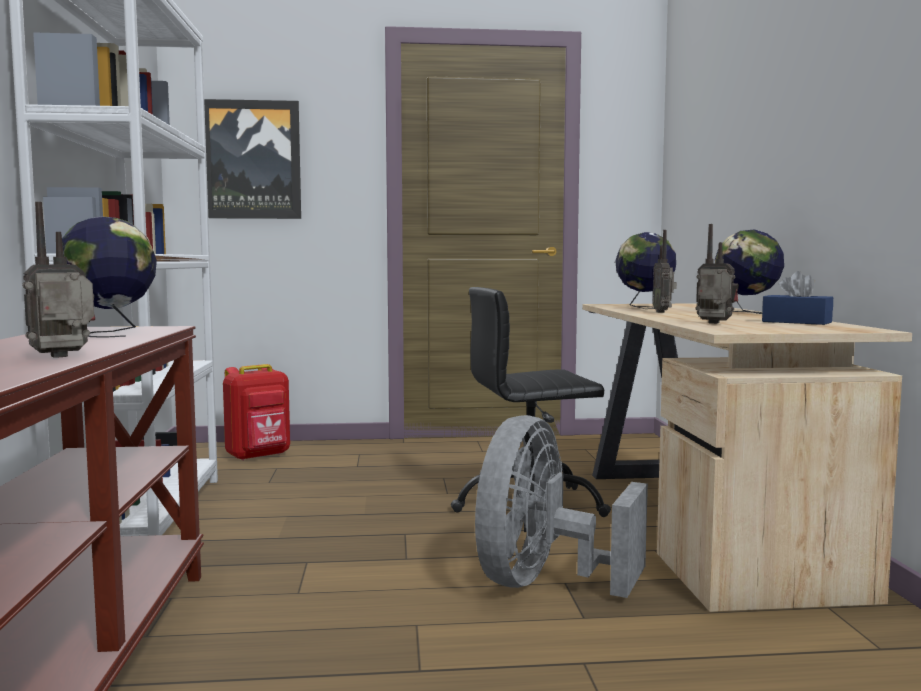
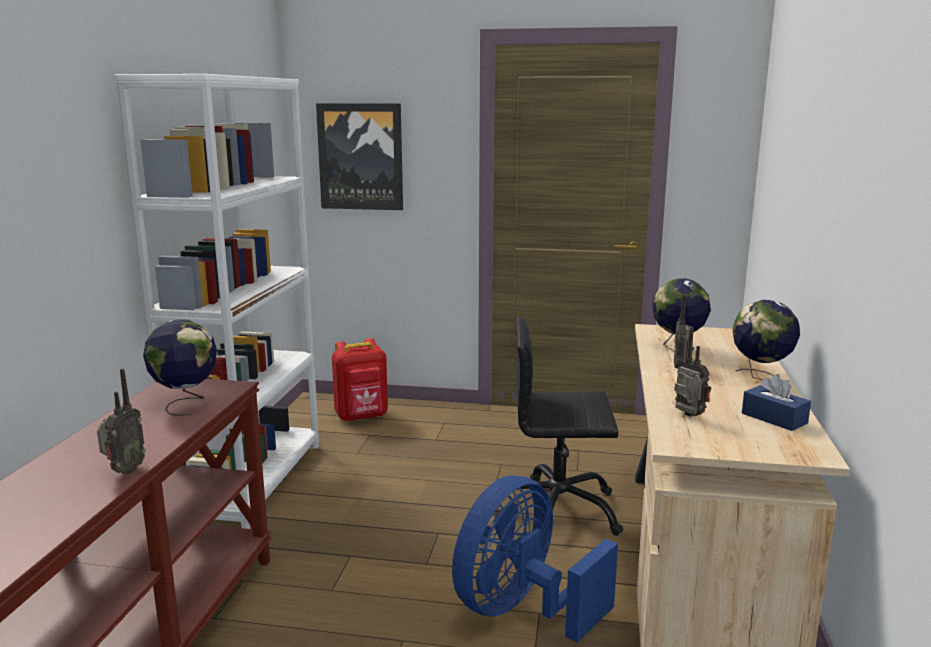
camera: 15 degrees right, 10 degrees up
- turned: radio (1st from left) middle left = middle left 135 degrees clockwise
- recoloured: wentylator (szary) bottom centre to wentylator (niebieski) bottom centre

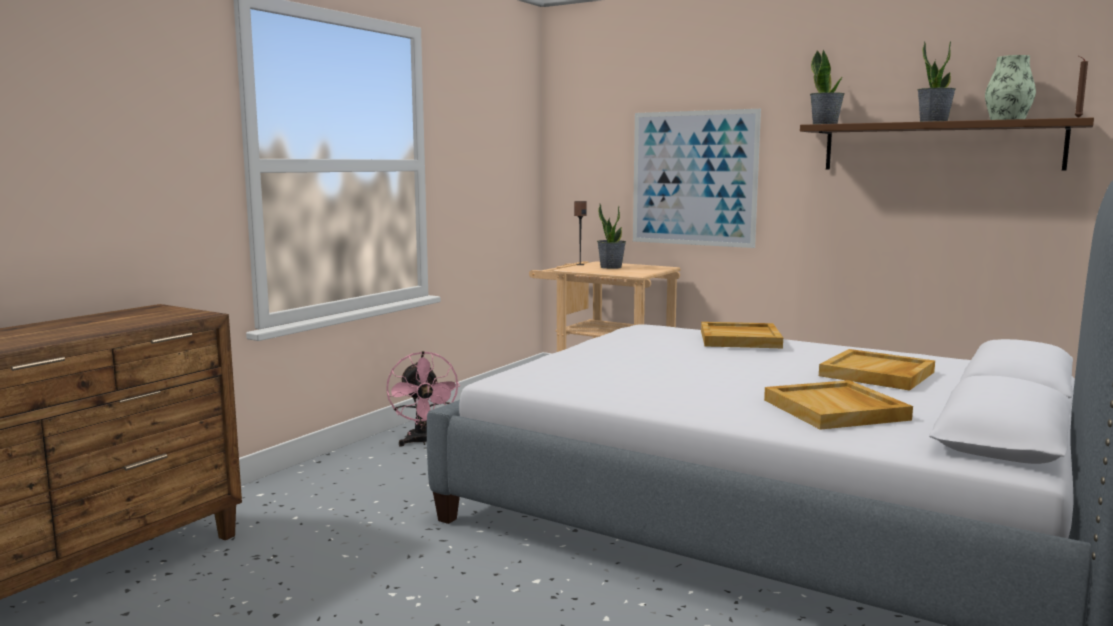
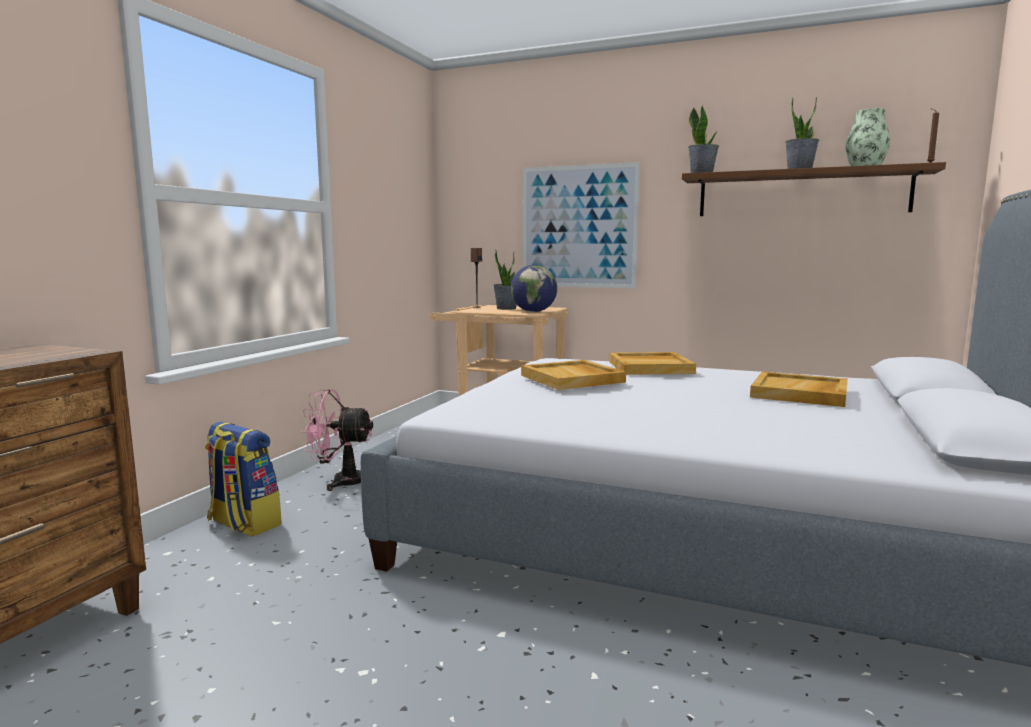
camera: 10 degrees left, 0 degrees up
- turned: wentylator (różowy) centre = middle left 120 degrees clockwise
- moved: taca (beżowy) (2nd from left in the first image) middle right to taca (beżowy) (1st from left) centre
- added: globus centre
- added: plecak middle left

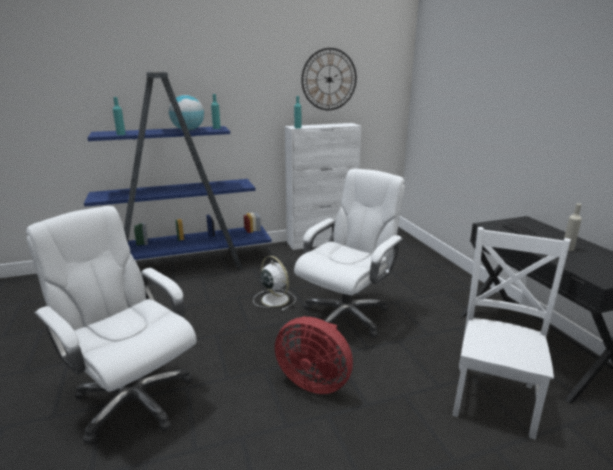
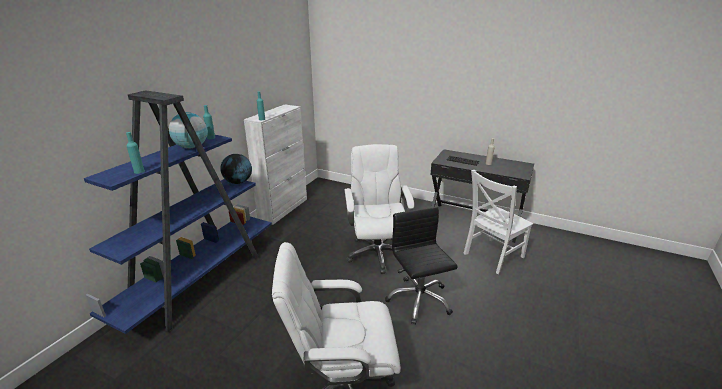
camera: 45 degrees left, 5 degrees up
- removed: zegar ścienny top centre
- turned: krzesło (biały) bottom right = middle right 105 degrees counterclockwise
- removed: wentylator (biały) centre
- replaced: wentylator (czerwony) bottom centre to krzesło biurowe (czarny) bottom centre
- added: globus (2nd from left) middle left

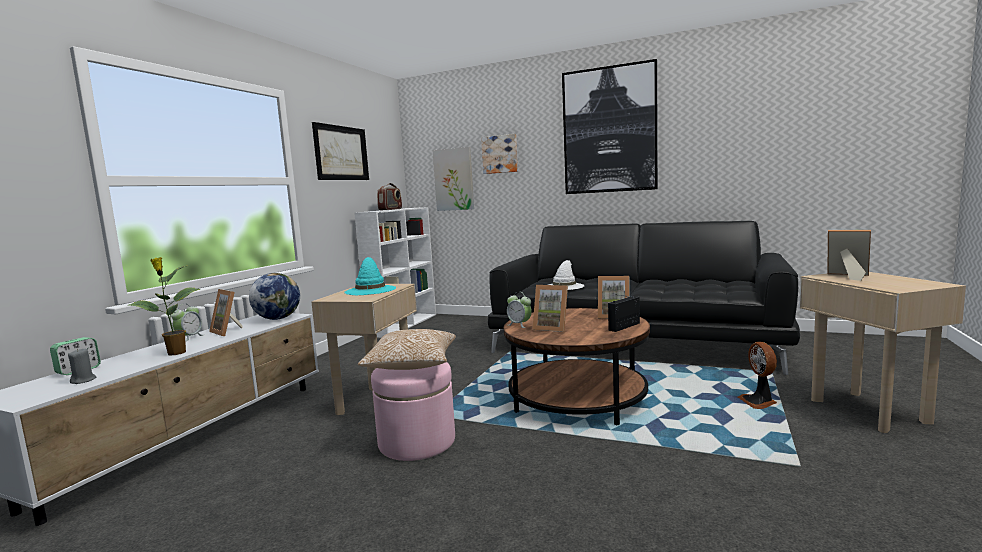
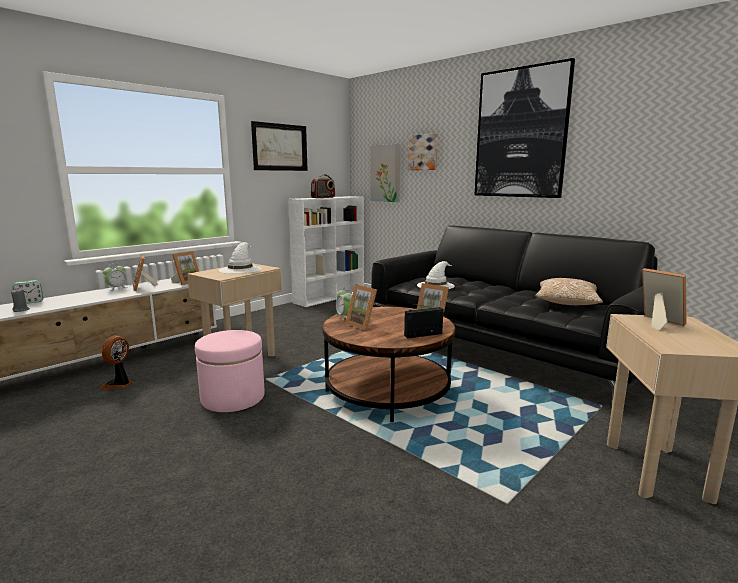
camera: 20 degrees right, 5 degrees up
- removed: roślina doniczkowa middle left
- recoloured: kapelusz (turkusowy) centre to kapelusz (biały) (1st from left) middle left
- replaced: globus middle left to ramka na zdjęcie (2nd from left) middle left
- moved: poduszka centre to middle right
- moved: wentylator bottom right to middle left

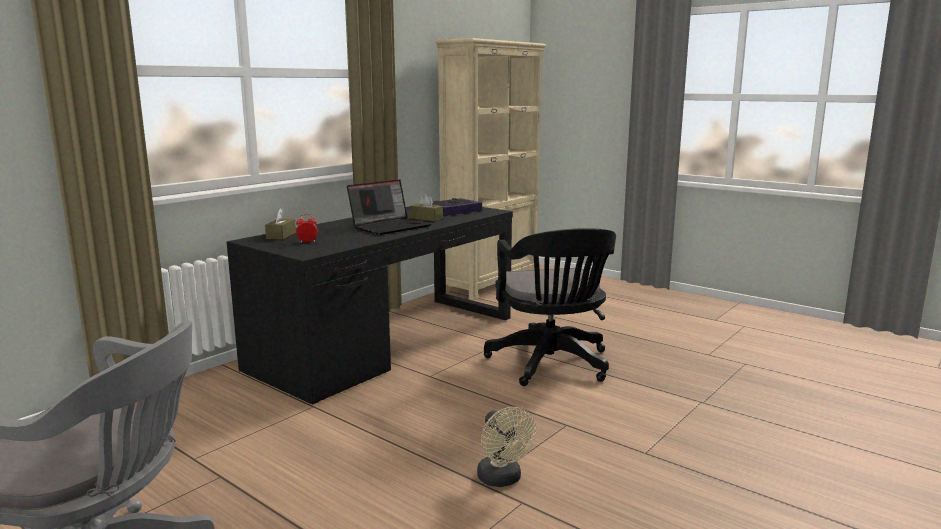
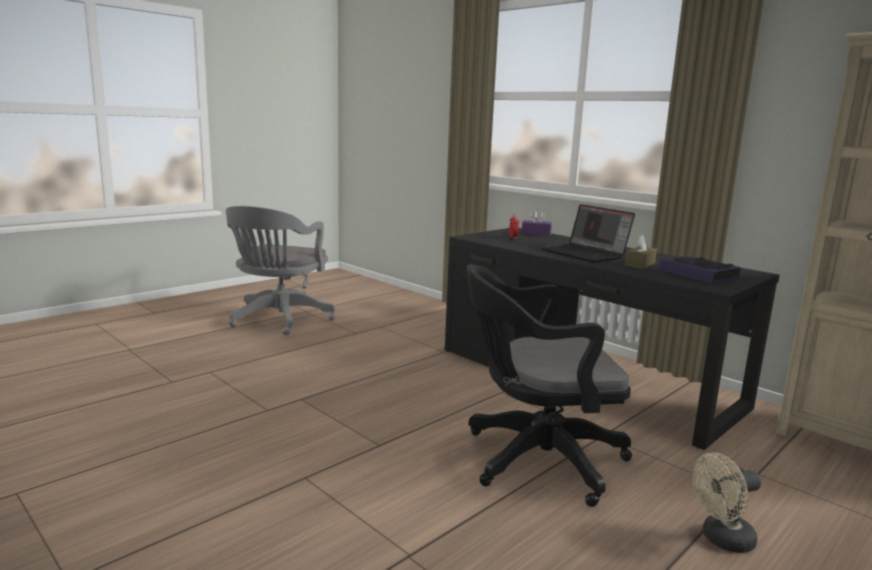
camera: 95 degrees right, 0 degrees up
- recoloured: pudełko chusteczek (brązowy) (1st from left) middle left to pudełko chusteczek (fioletowy) centre
- moved: wentylator (beżowy) bottom centre to bottom right

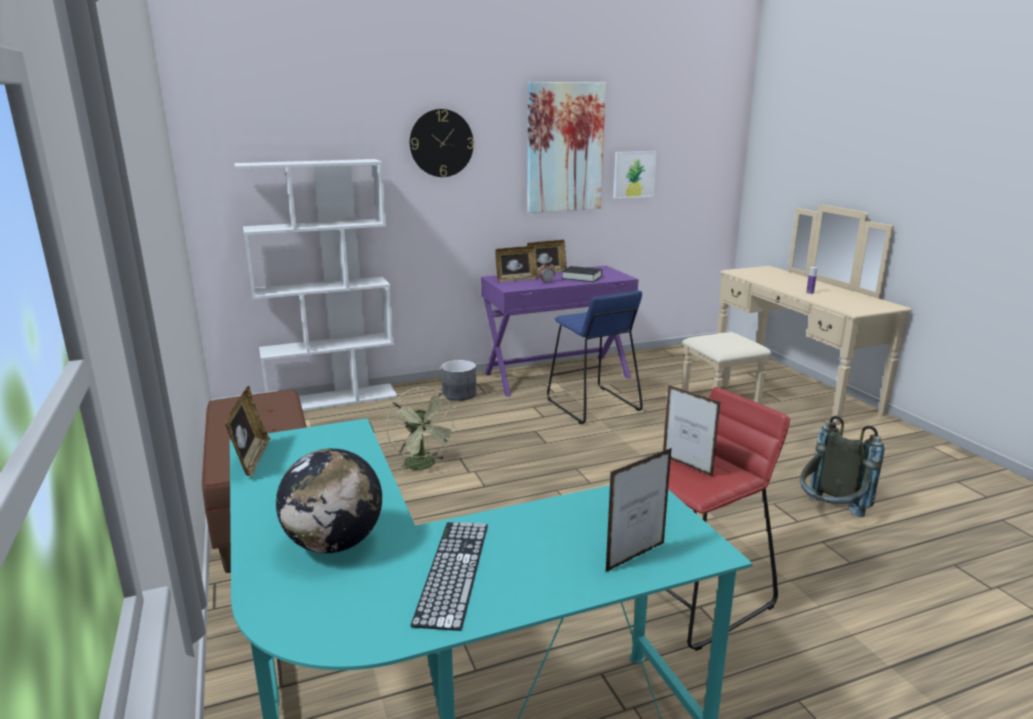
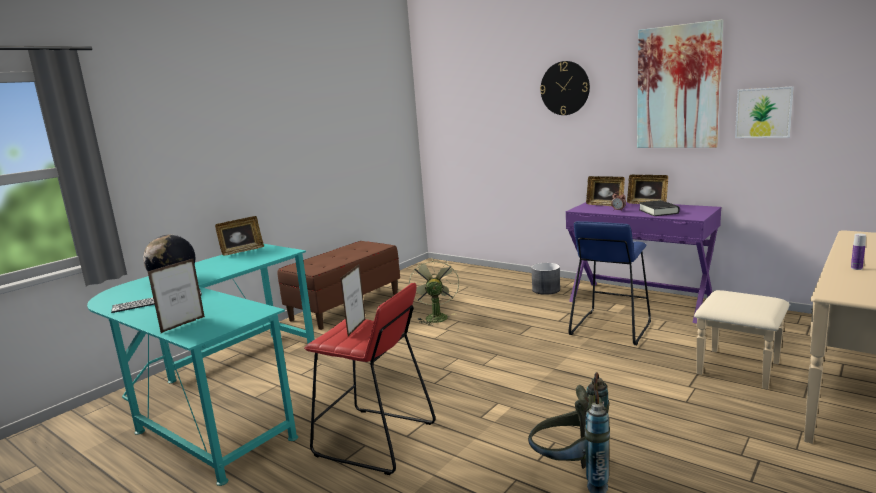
camera: 60 degrees right, 5 degrees down
- removed: regał (biały) middle left
- turned: wentylator (zielony) centre = centre 150 degrees clockwise
- turned: ramka na zdjęcie (4th from left in the first image) bottom centre = middle left 75 degrees counterclockwise

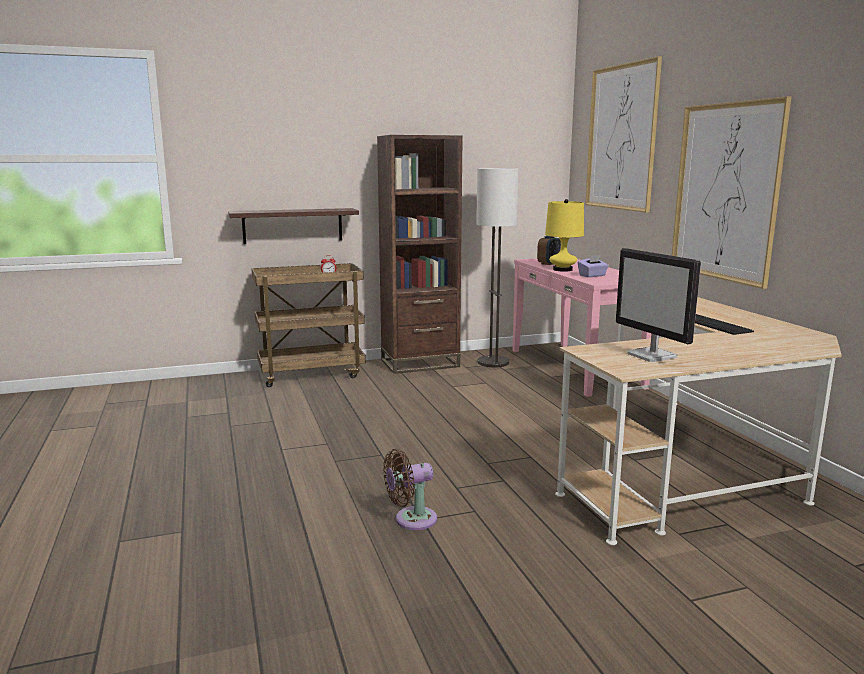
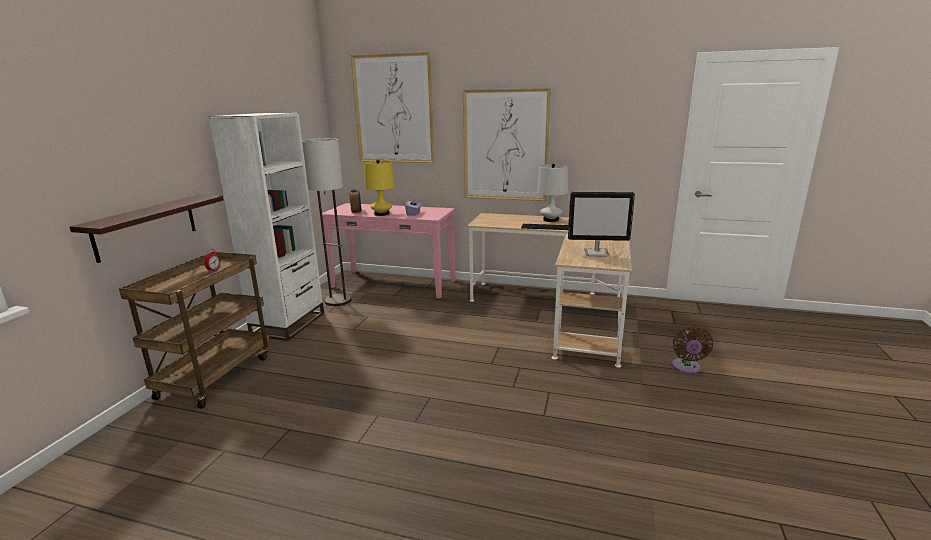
camera: 55 degrees left, 5 degrees up
- recoloured: regał (brązowy) centre to regał (biały) middle left
- moved: wentylator (brązowy) bottom centre to middle right
- added: lampa stołowa (biały) centre

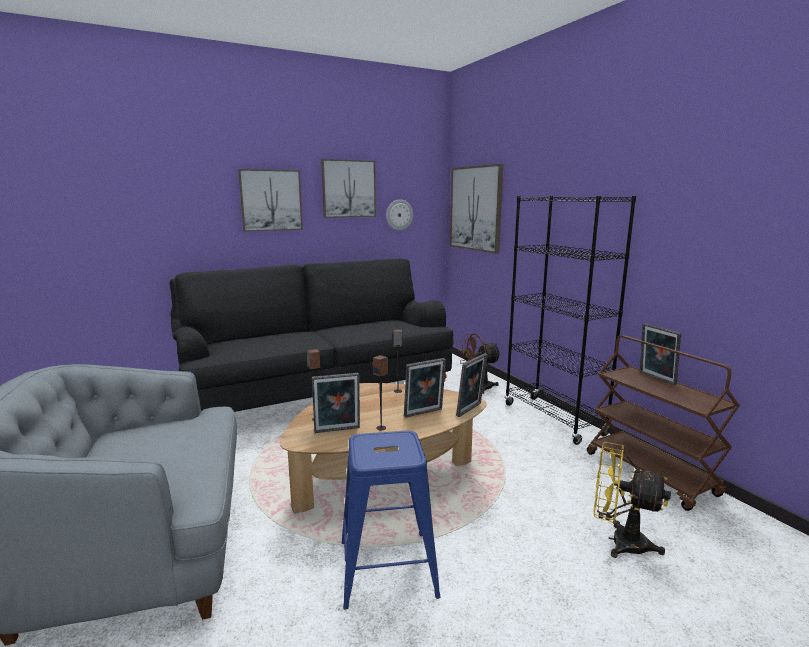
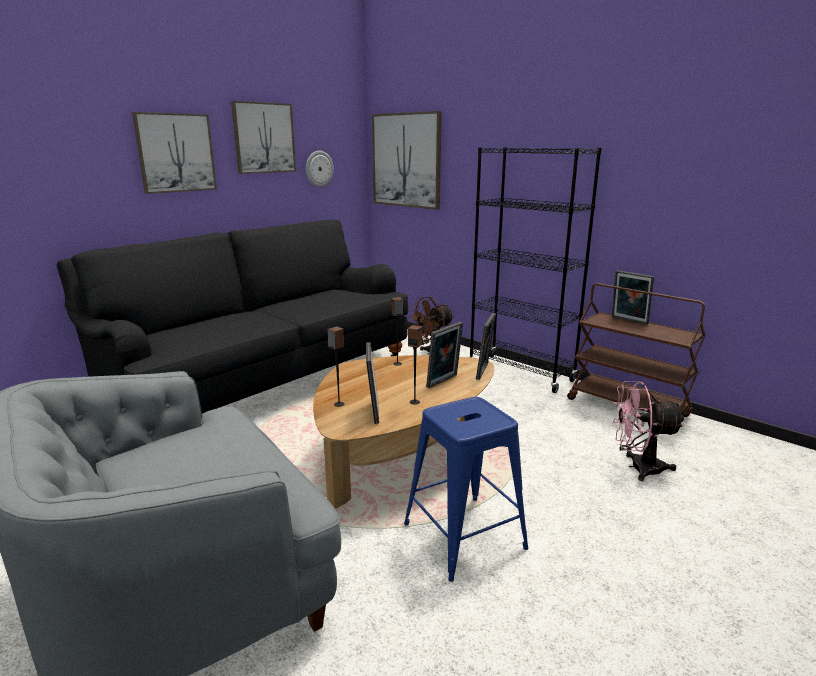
camera: 20 degrees left, 5 degrees up
- turned: ramka na zdjęcie (1st from left) centre = centre 120 degrees clockwise
- recoloured: wentylator (żółty) bottom right to wentylator (różowy) middle right

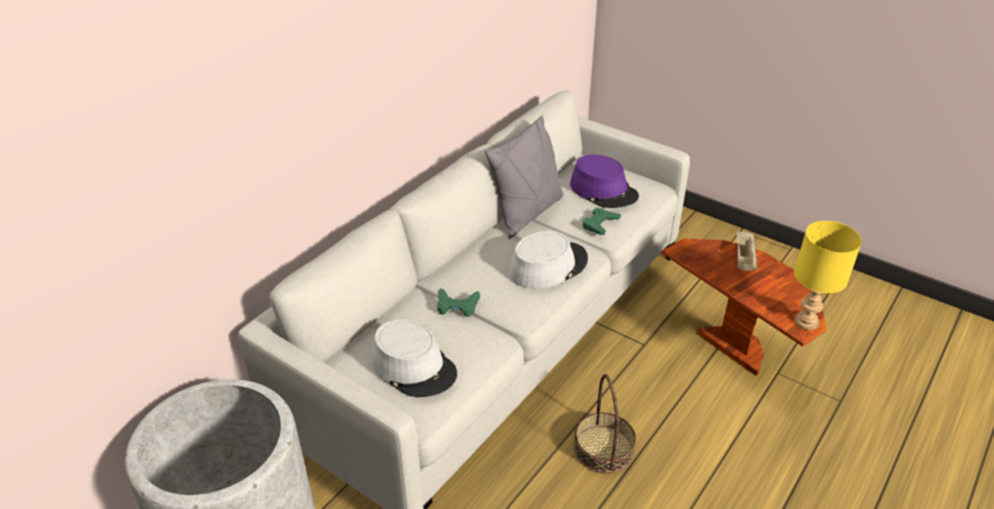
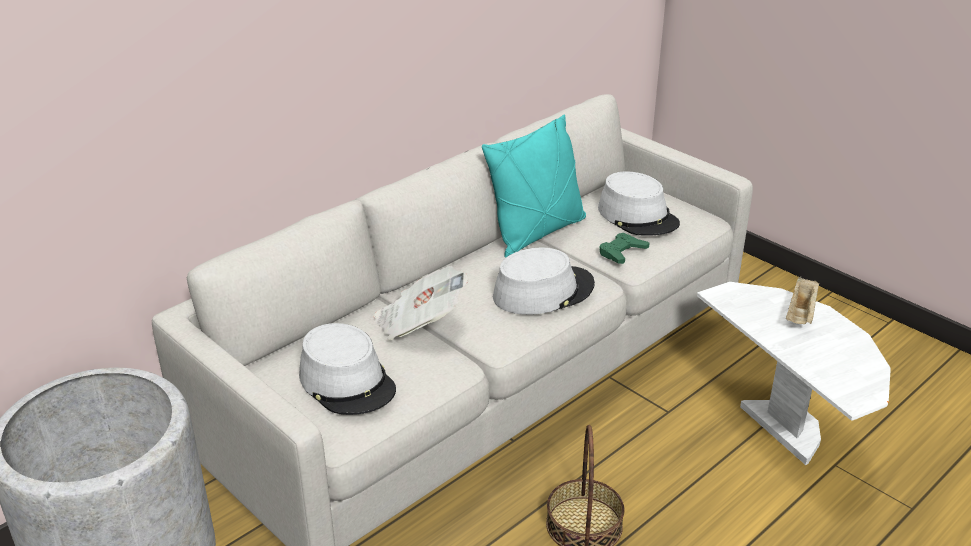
camera: 10 degrees right, 5 degrees down
- recoloured: poduszka (szary) centre to poduszka (turkusowy) centre
- recoloured: kapelusz (fioletowy) centre to kapelusz (szary) (3rd from left) centre
- removed: lampa stołowa (żółty) middle right
- recoloured: stolik (brązowy) middle right to stolik (biały) bottom right
- replaced: pad do gier (zielony) (1st from left) centre to gazeta centre

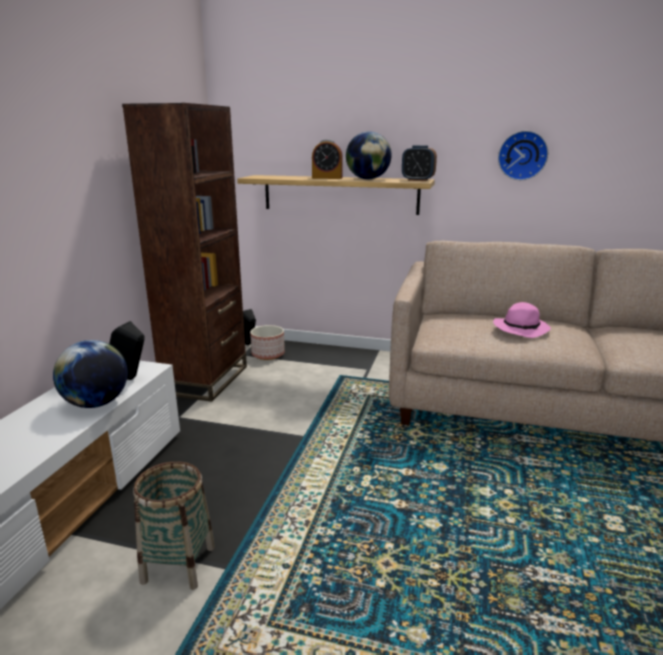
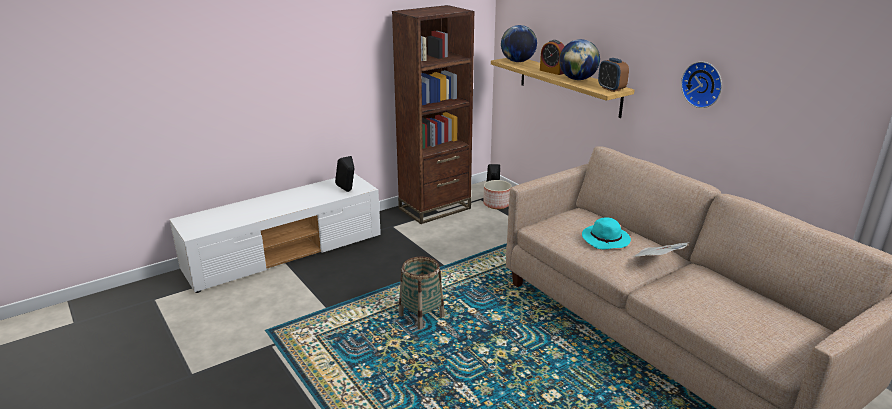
camera: 40 degrees right, 5 degrees up
- recoloured: kapelusz (różowy) middle right to kapelusz (turkusowy) middle right
- moved: globus (1st from left) middle left to top centre
- moved: koszyk bottom left to bottom centre
- added: gazeta middle right

